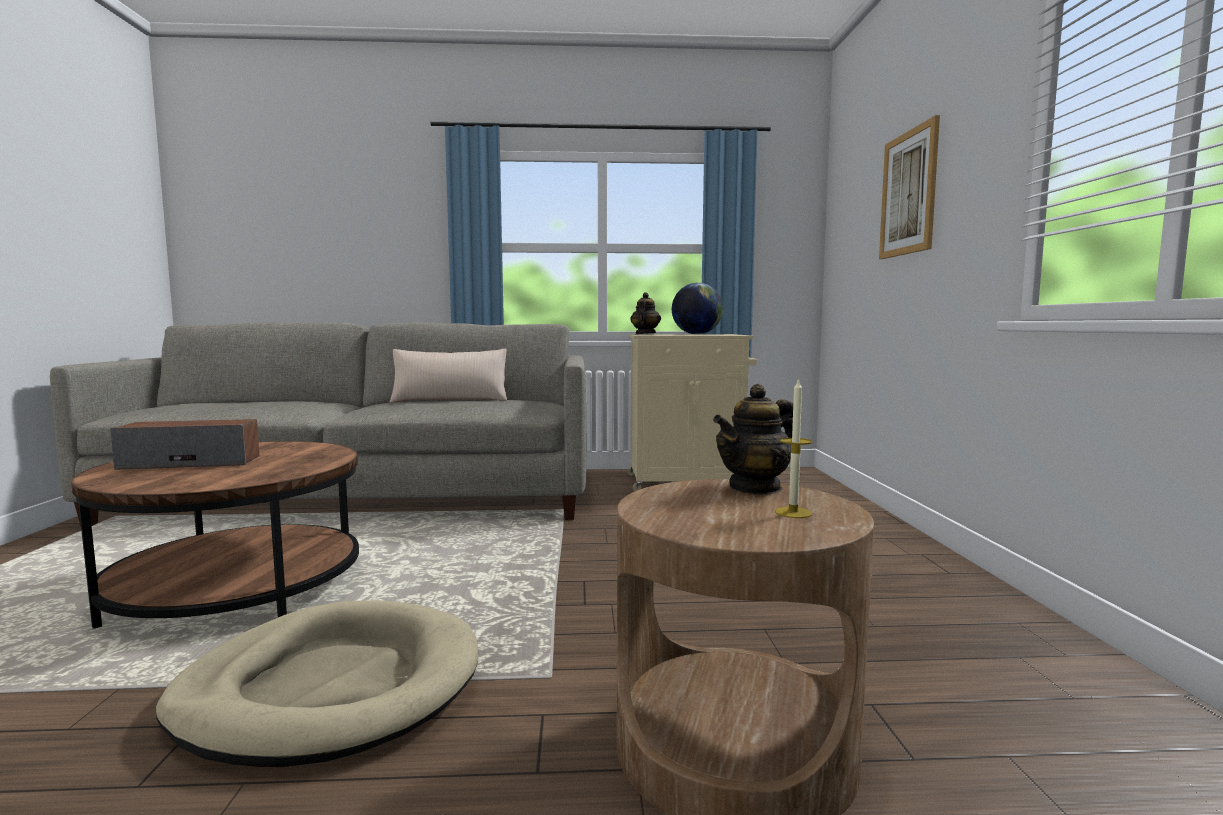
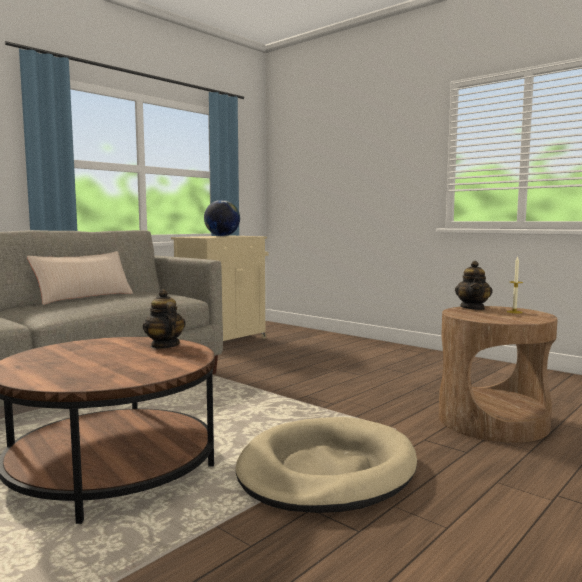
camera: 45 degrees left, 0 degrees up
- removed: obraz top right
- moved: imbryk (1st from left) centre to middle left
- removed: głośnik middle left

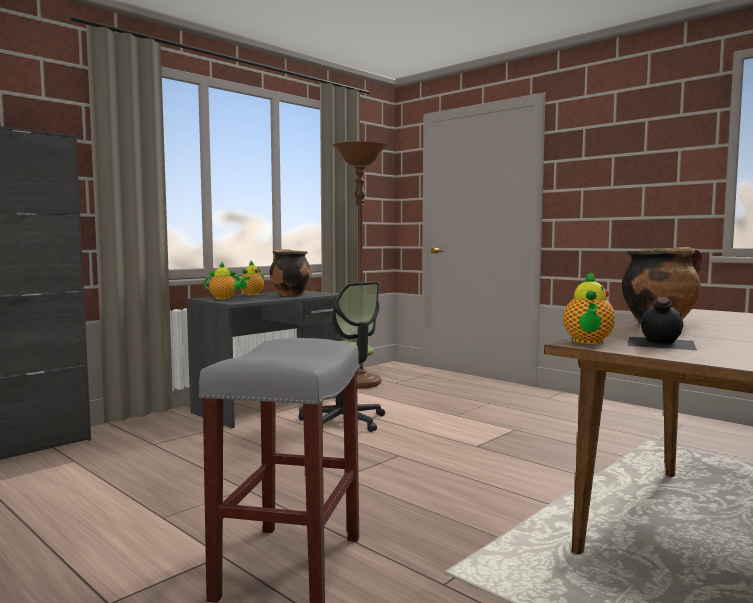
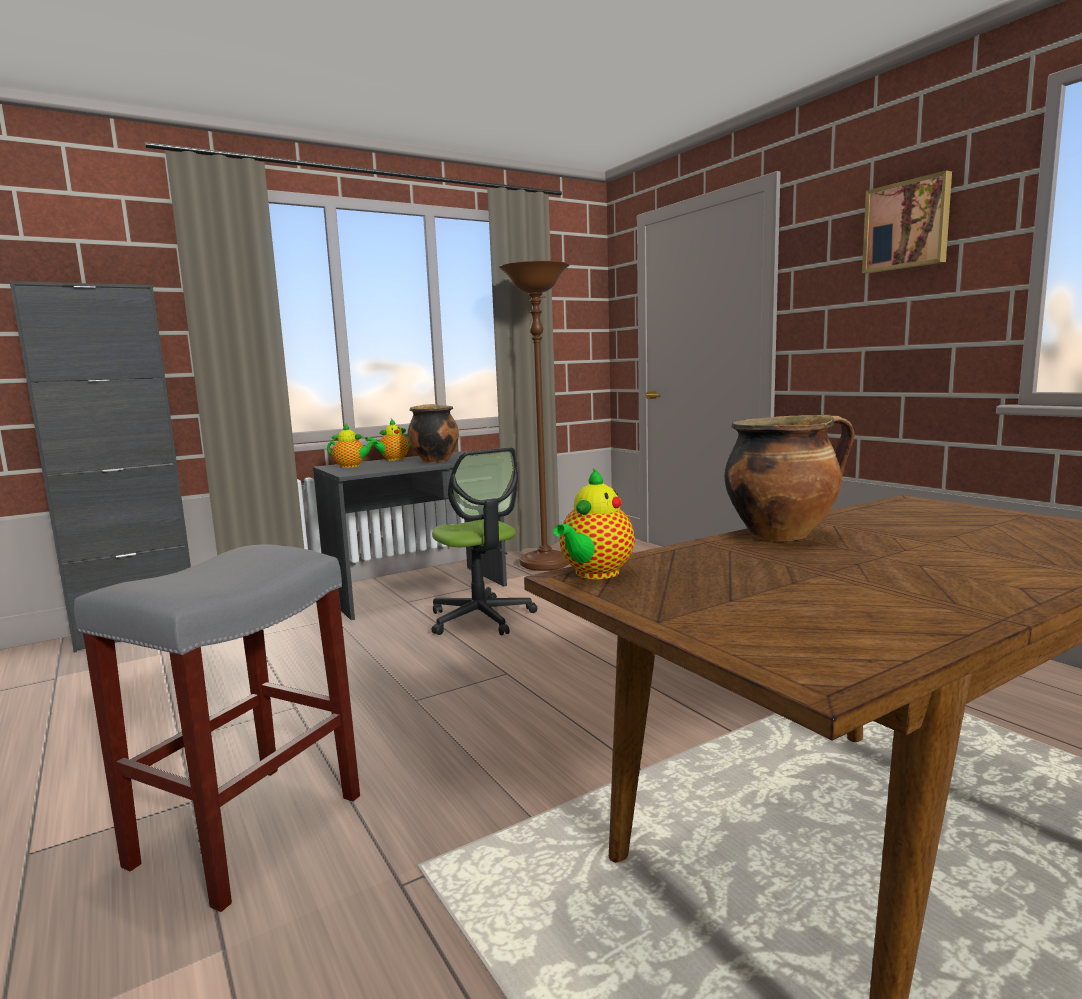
camera: 15 degrees right, 5 degrees up
- removed: butelka (czarny) middle right
- added: obraz top right

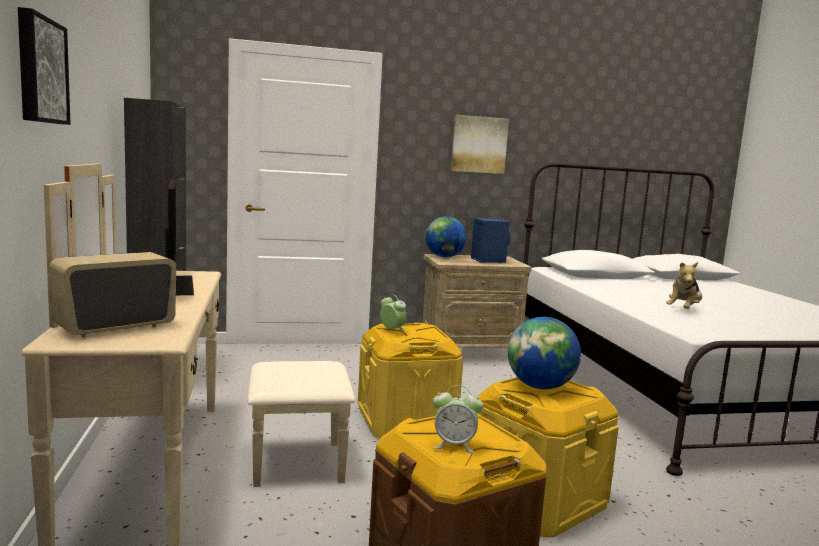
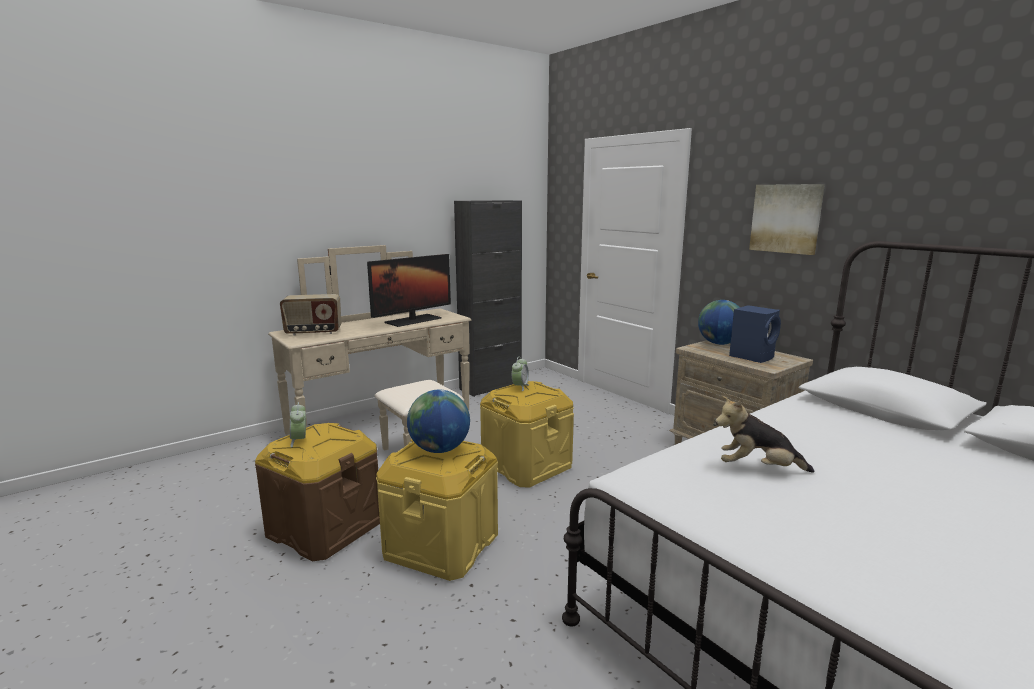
camera: 65 degrees right, 5 degrees up
- removed: obraz (1st from left) top left
- turned: radio middle left = middle left 150 degrees clockwise

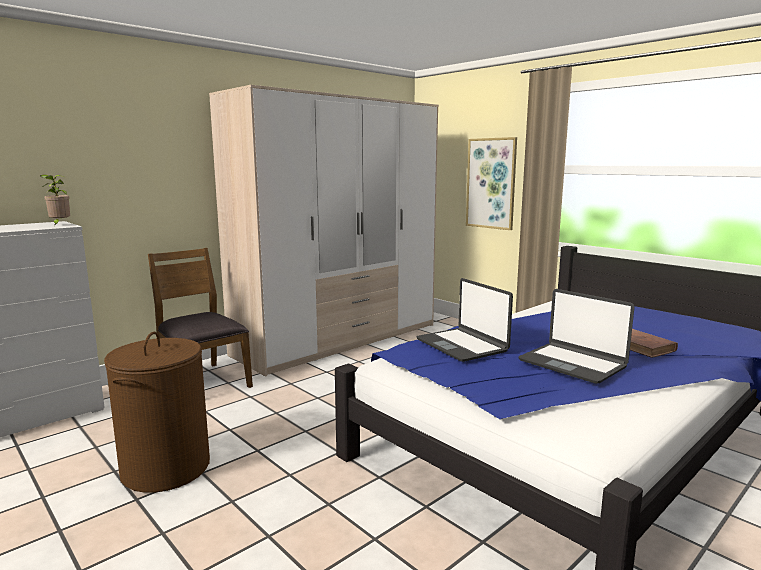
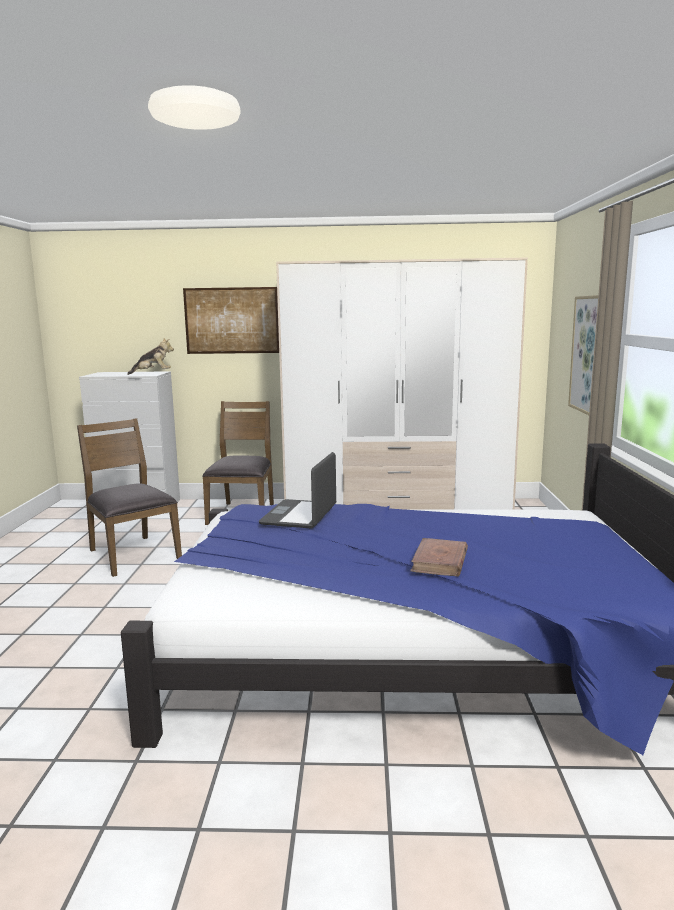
camera: 45 degrees right, 0 degrees up
- replaced: roślina doniczkowa middle left to pluszak middle left
- removed: laptop (2nd from left) middle right
- replaced: kosz na pranie (brązowy) bottom left to krzesło (brązowy) (1st from left) middle left
- added: obraz (1st from left) centre

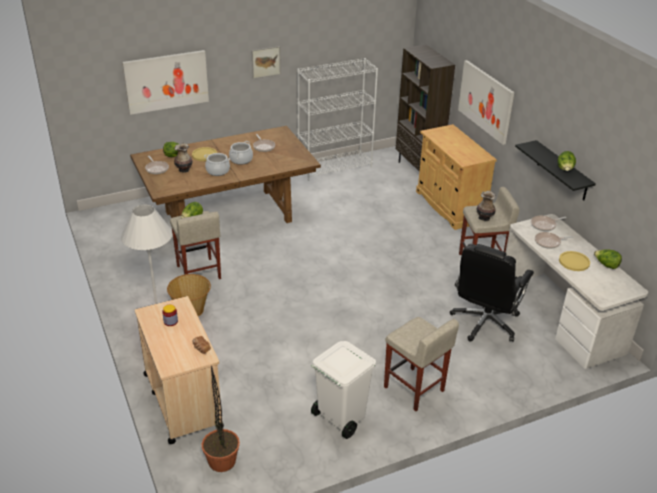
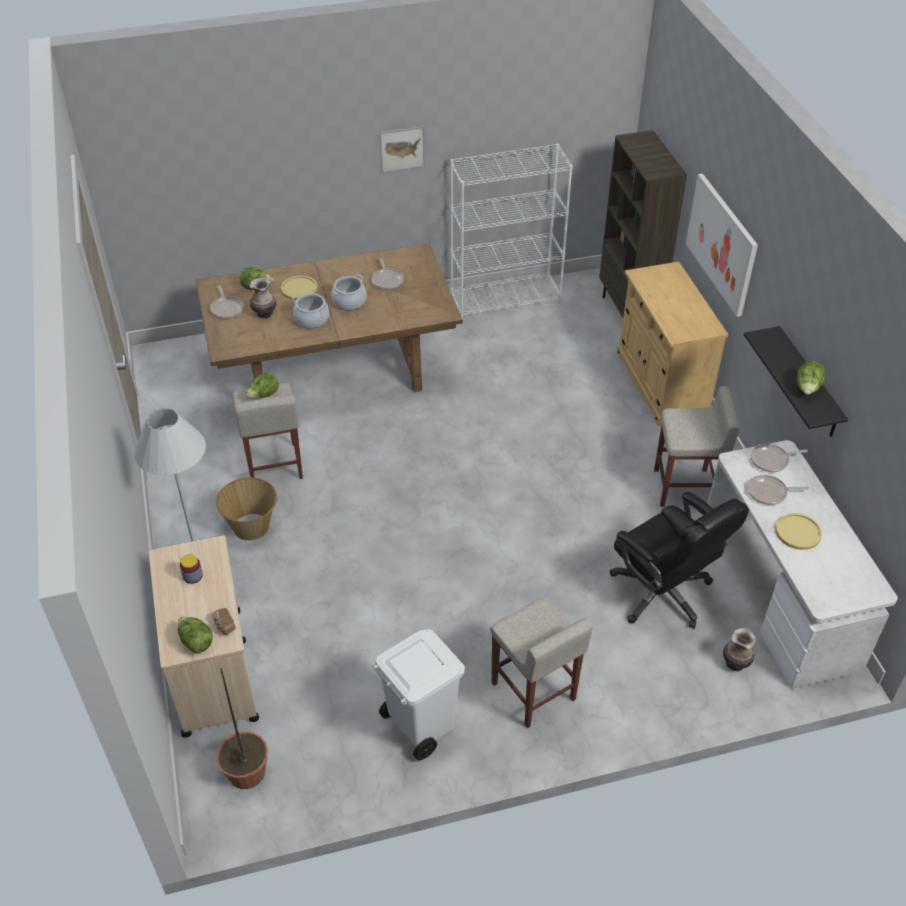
camera: 10 degrees right, 10 degrees up
- removed: obraz (1st from left) top left
- moved: wazon (2nd from left) middle right to bottom right
- turned: krzesło biurowe (czarny) middle right = middle right 75 degrees counterclockwise
- moved: sałata (4th from left in the first image) middle right to sałata (1st from left) bottom left

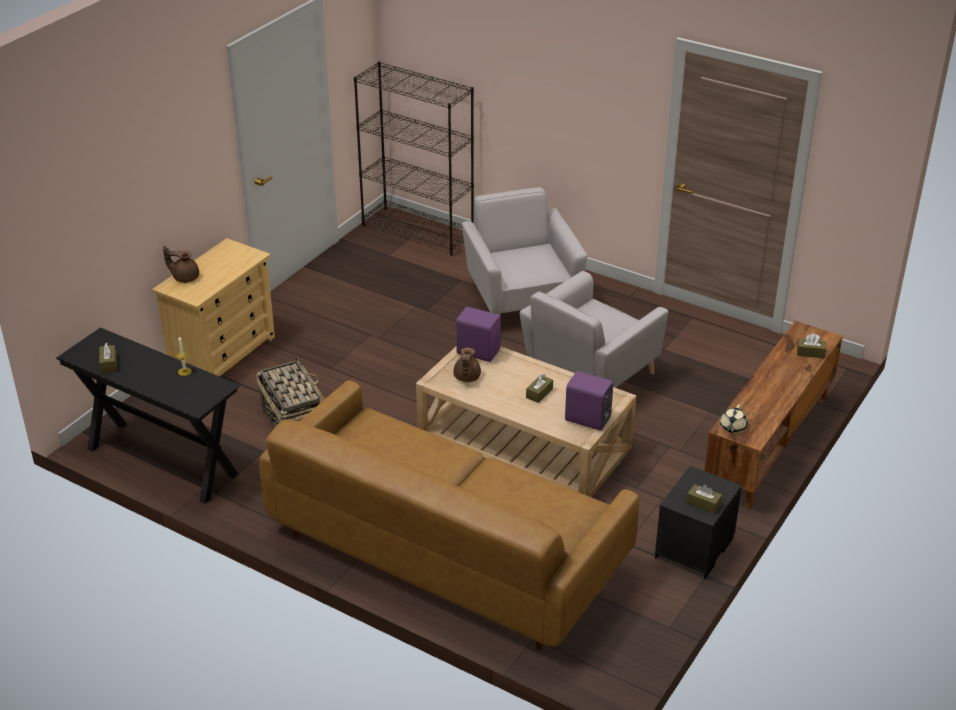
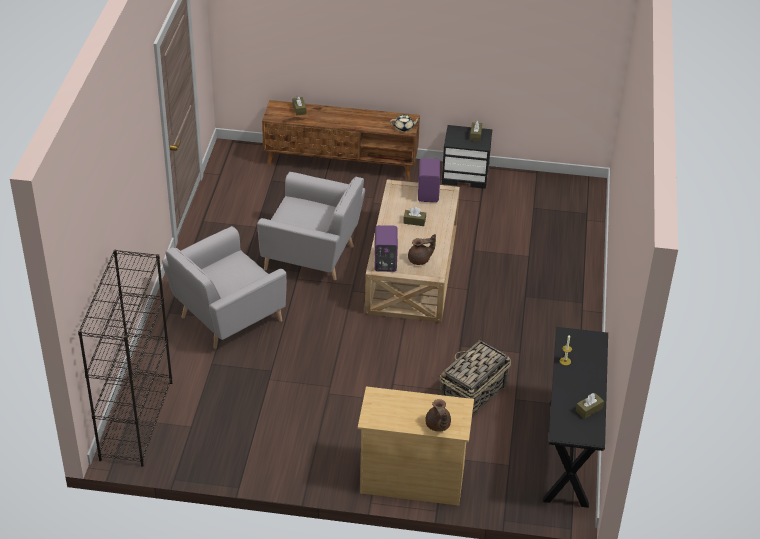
camera: 115 degrees left, 5 degrees up
- removed: kanapa (brązowy) bottom centre

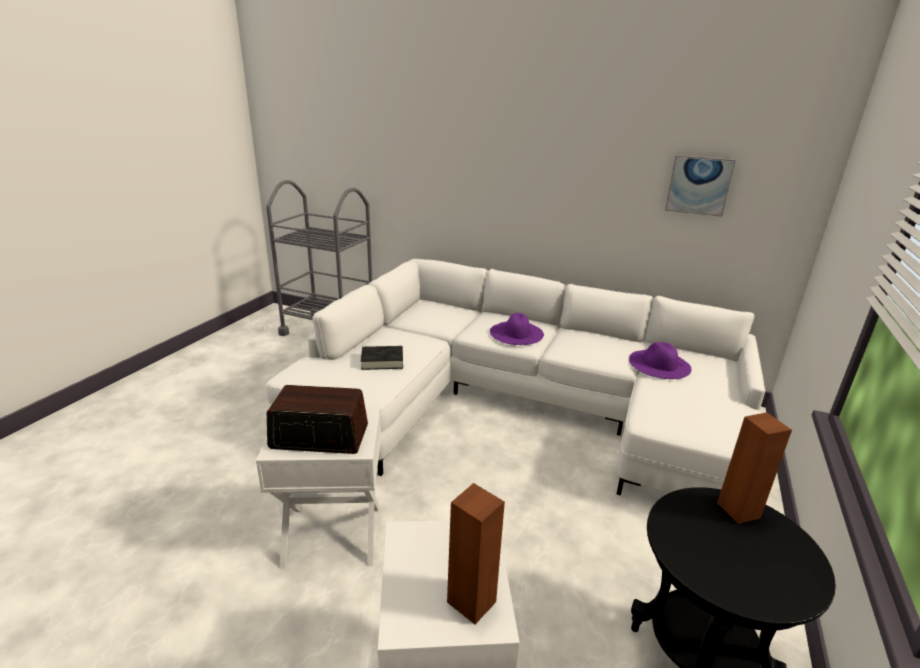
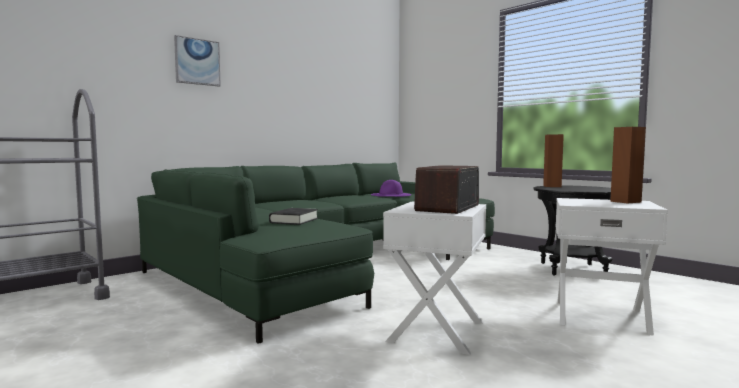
camera: 65 degrees left, 20 degrees down
- moved: obraz top right to top left
- recoloured: kanapa (biały) centre to kanapa (zielony) centre
- removed: kapelusz (fioletowy) (1st from left) centre

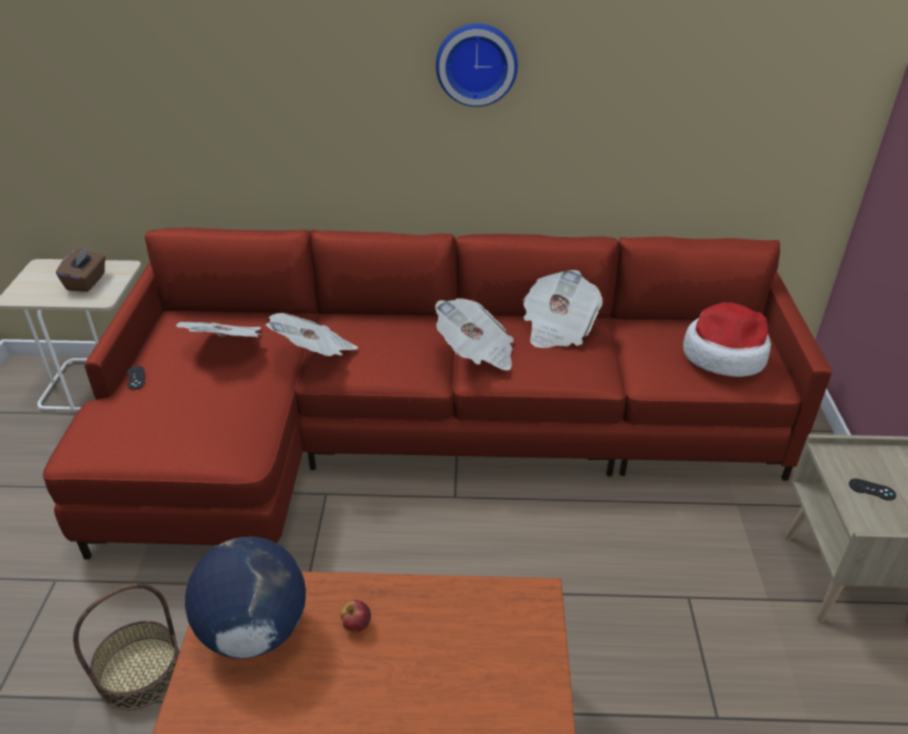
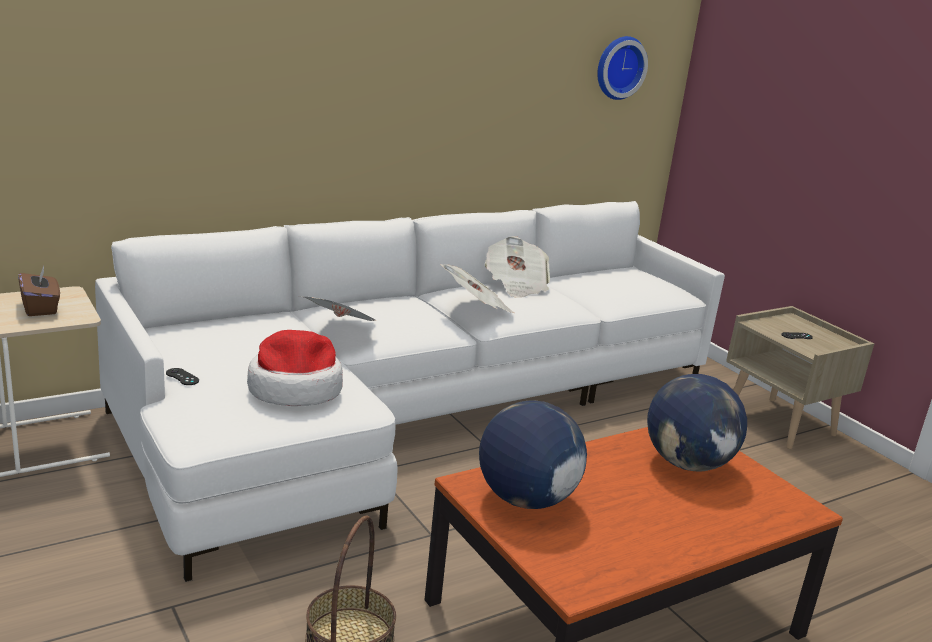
camera: 35 degrees left, 15 degrees down
- moved: zegar ścienny top centre to top right
- recoloured: kanapa (czerwony) centre to kanapa (biały) centre
- moved: kapelusz middle right to middle left
- removed: gazeta (1st from left) middle left
- removed: jabłko bottom centre
- added: globus (2nd from left) middle right

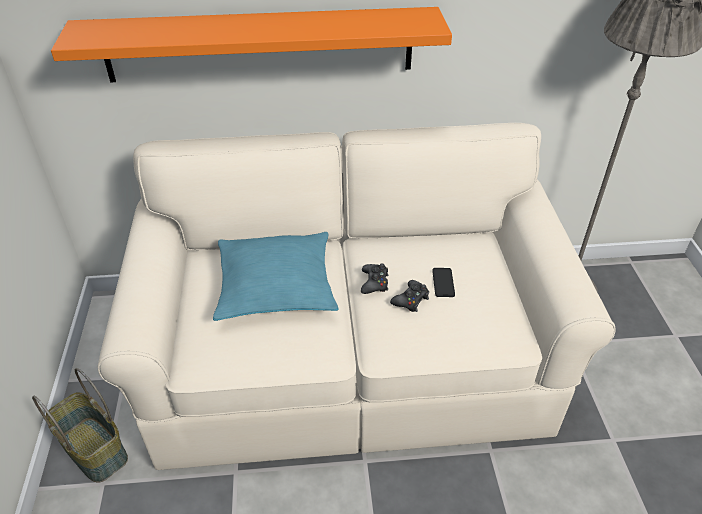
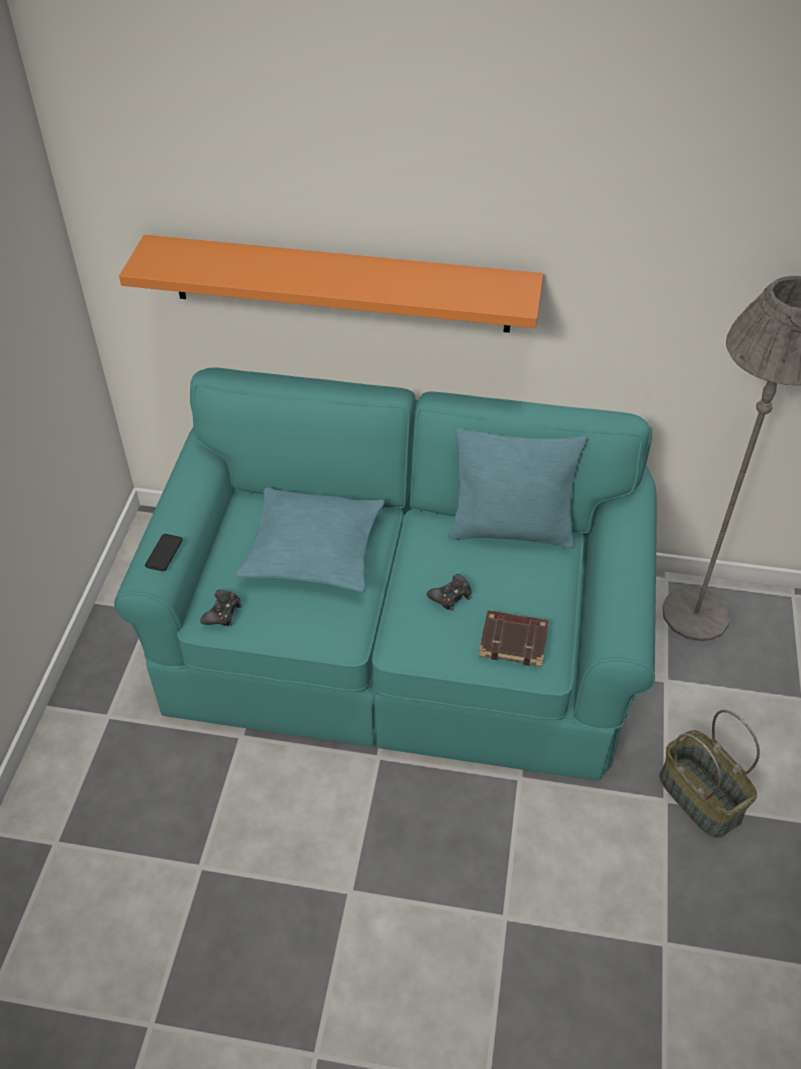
camera: 15 degrees right, 5 degrees up
- recoloured: kanapa (beżowy) centre to kanapa (turkusowy) centre
- moved: pad do gier (czarny) (1st from left) centre to middle left
- moved: telefon centre to middle left
- moved: koszyk bottom left to bottom right
- added: poduszka (turkusowy) (2nd from left) centre
- added: książka (brązowy) centre

